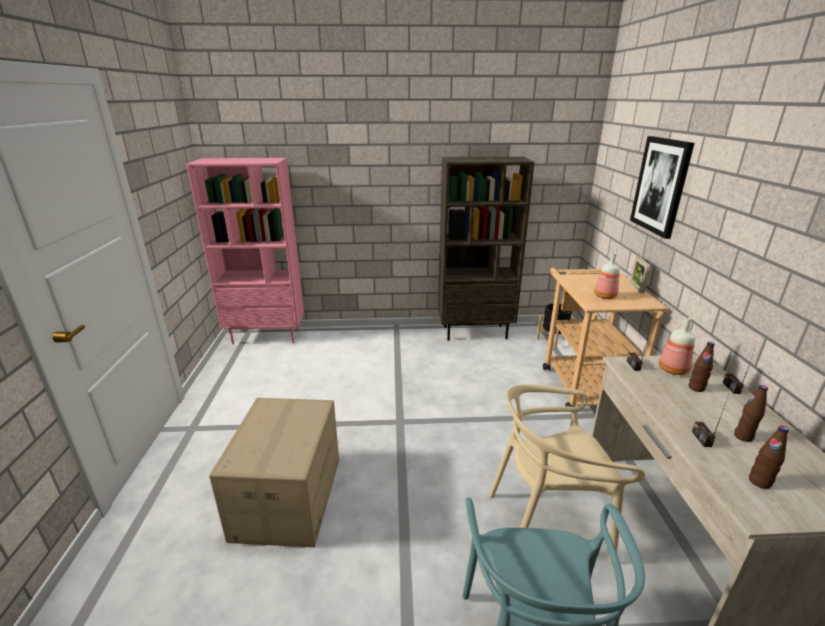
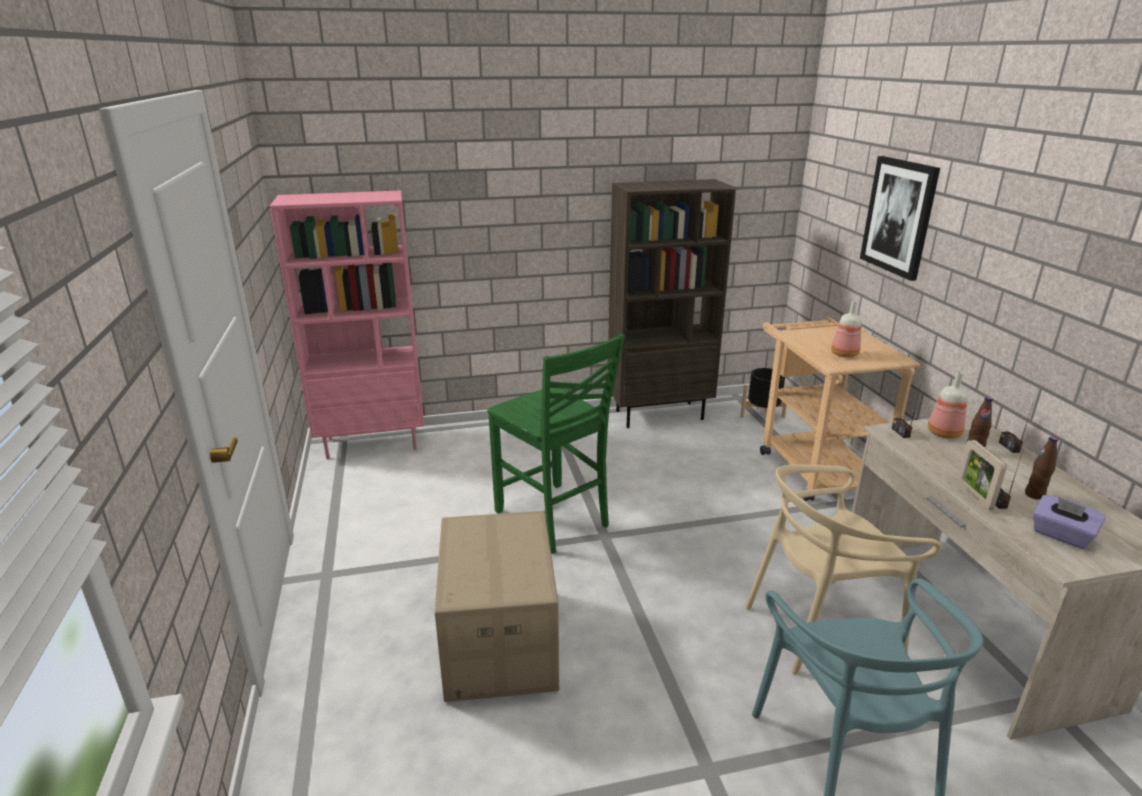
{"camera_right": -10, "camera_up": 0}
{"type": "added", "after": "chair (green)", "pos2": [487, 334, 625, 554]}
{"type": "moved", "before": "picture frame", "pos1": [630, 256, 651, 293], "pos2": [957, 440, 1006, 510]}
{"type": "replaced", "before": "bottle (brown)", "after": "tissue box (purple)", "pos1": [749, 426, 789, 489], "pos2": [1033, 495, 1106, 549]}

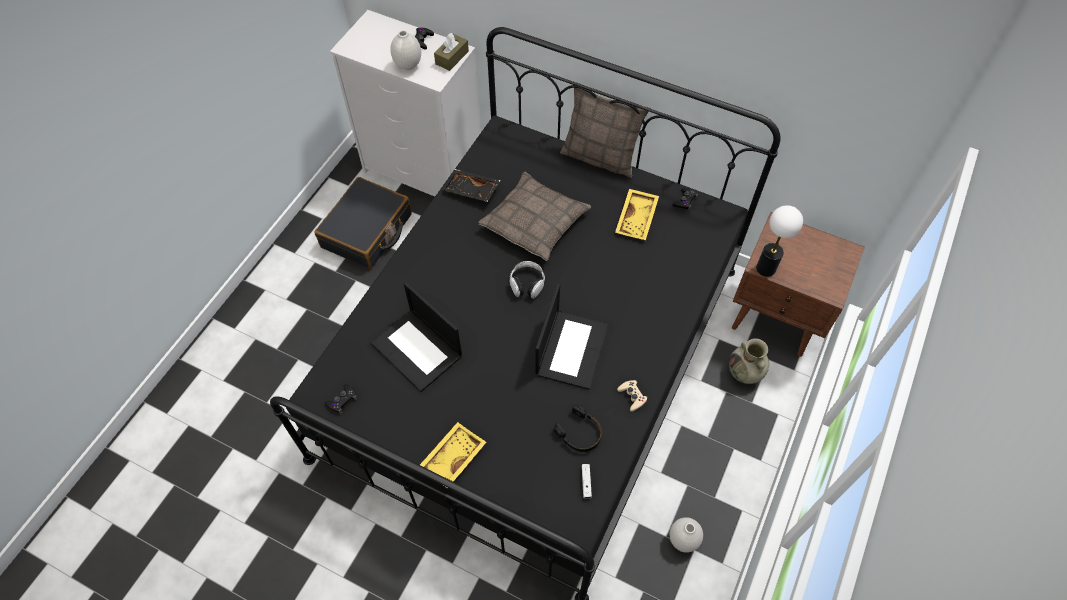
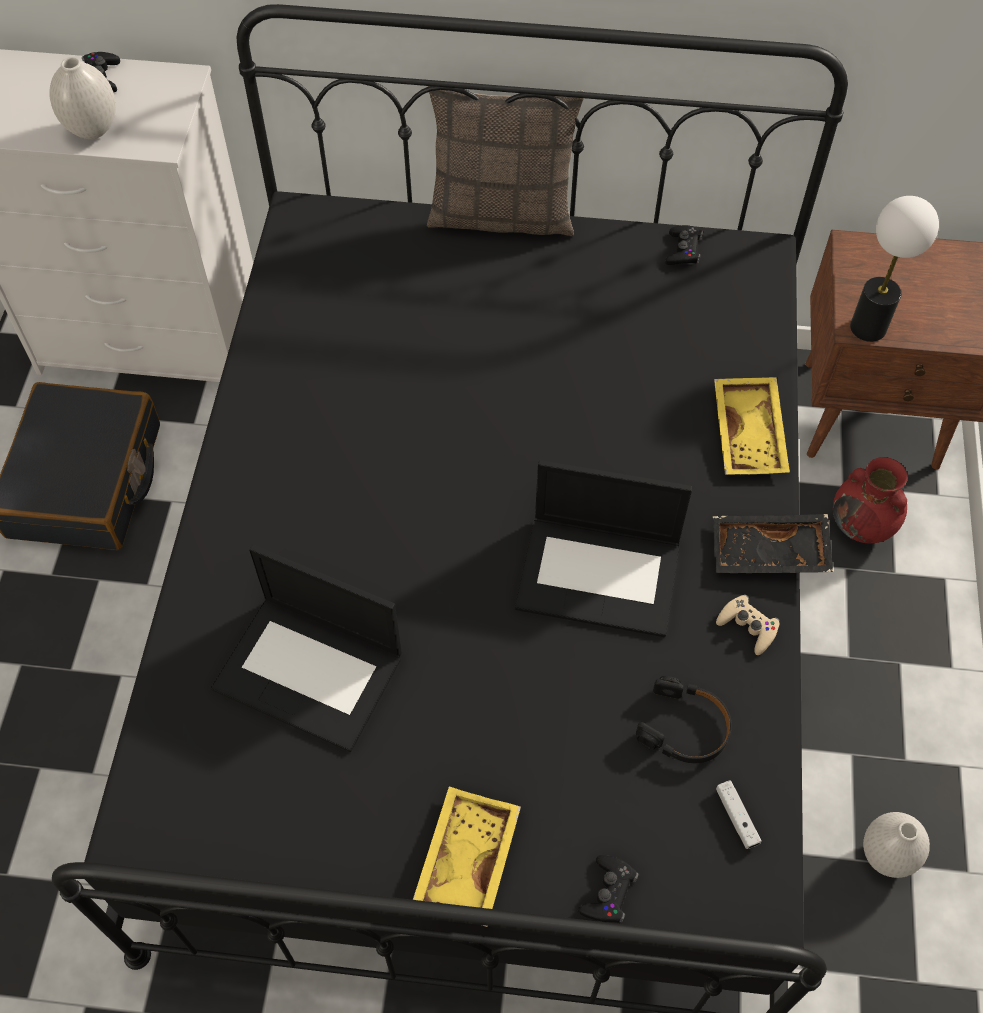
{"camera_right": -20, "camera_up": 0}
{"type": "removed", "before": "tissue box (brown)", "pos1": [434, 33, 469, 71]}
{"type": "removed", "before": "pillow", "pos1": [478, 172, 591, 261]}
{"type": "removed", "before": "headphones", "pos1": [510, 261, 545, 299]}
{"type": "moved", "before": "game controller (black)", "pos1": [325, 384, 357, 414], "pos2": [578, 855, 639, 923]}
{"type": "moved", "before": "tray (black)", "pos1": [442, 169, 501, 202], "pos2": [713, 514, 833, 573]}
{"type": "moved", "before": "tray (yellow)", "pos1": [615, 189, 659, 240], "pos2": [714, 377, 790, 475]}
{"type": "recoloured", "before": "vase (beige)", "after": "vase (red)", "pos1": [729, 338, 769, 384], "pos2": [833, 457, 908, 543]}
{"type": "turned", "before": "laptop", "pos1": [535, 284, 609, 390], "pos2": [515, 460, 692, 637], "turn": 105}

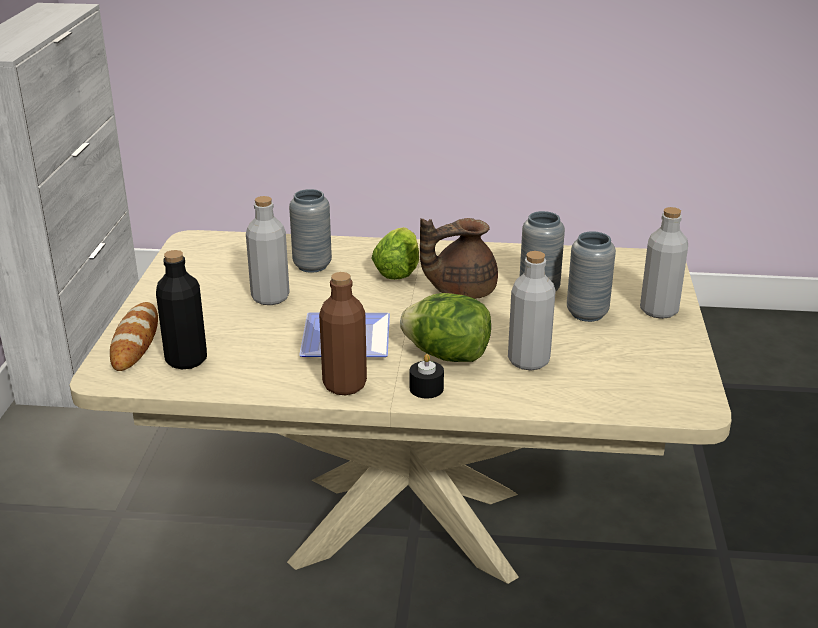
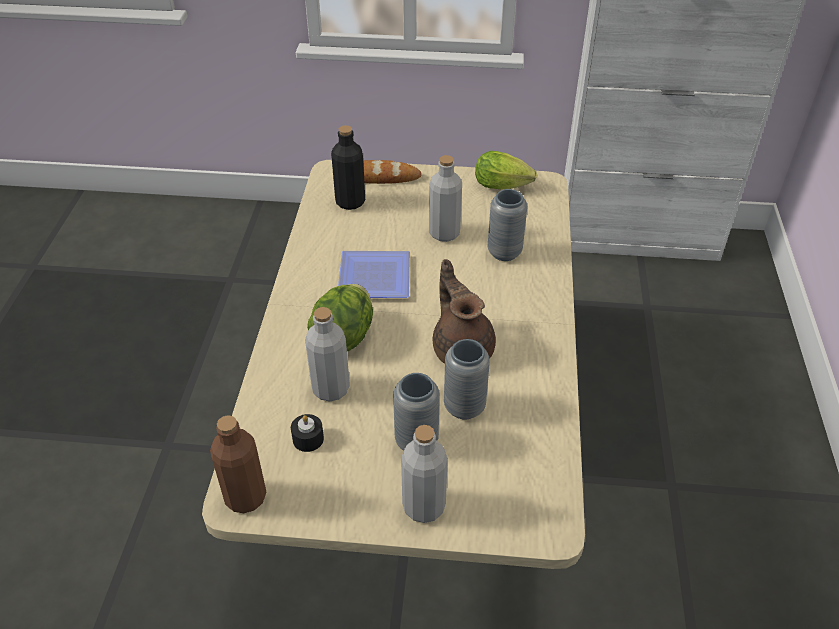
{"camera_right": 90, "camera_up": 15}
{"type": "moved", "before": "bottle (brown)", "pos1": [319, 272, 367, 395], "pos2": [210, 415, 267, 513]}
{"type": "moved", "before": "lettuce", "pos1": [371, 227, 419, 280], "pos2": [475, 151, 537, 189]}
{"type": "moved", "before": "candle (black)", "pos1": [410, 354, 444, 398], "pos2": [291, 414, 324, 452]}

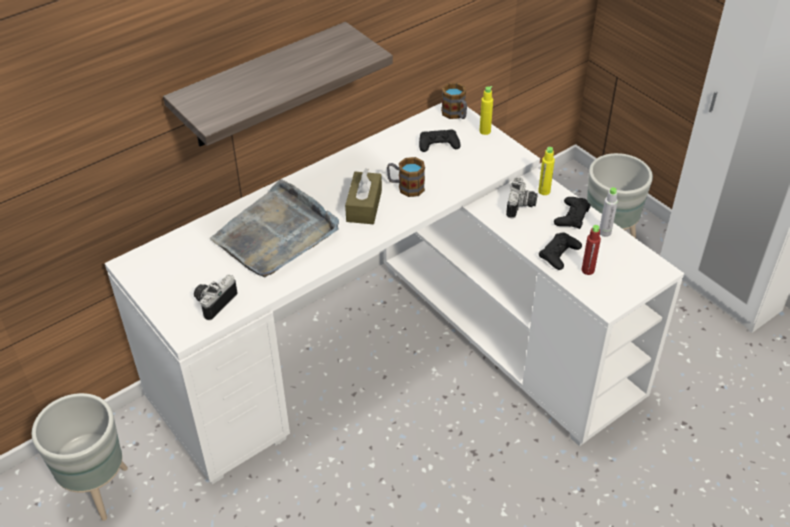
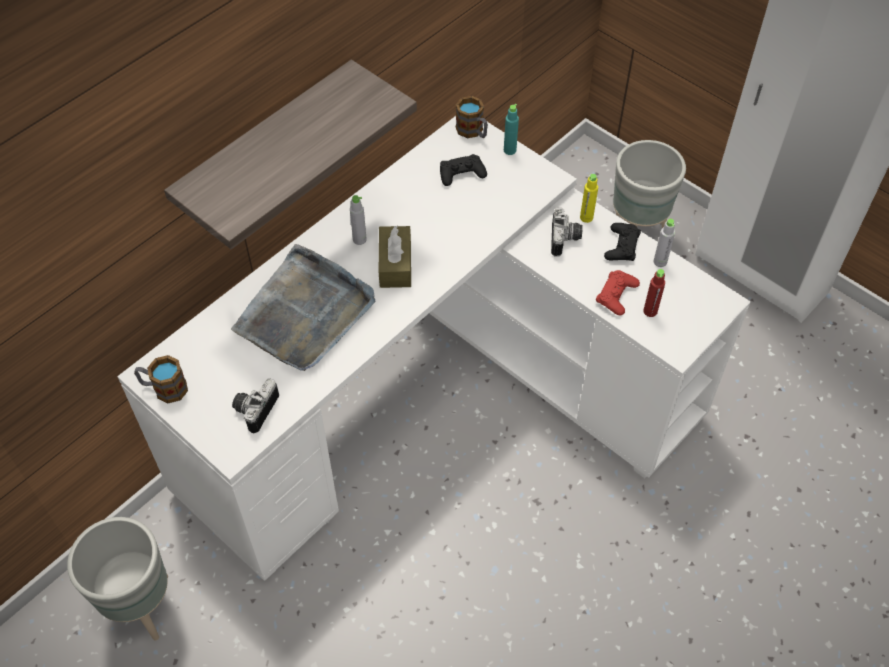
{"camera_right": -10, "camera_up": 10}
{"type": "added", "after": "bottle (grey)", "pos2": [350, 195, 367, 245]}
{"type": "moved", "before": "mug", "pos1": [387, 157, 425, 197], "pos2": [134, 355, 188, 403]}
{"type": "recoloured", "before": "bottle (yellow)", "after": "bottle (turquoise)", "pos1": [480, 86, 493, 135], "pos2": [504, 103, 519, 155]}
{"type": "recoloured", "before": "game controller (black)", "after": "game controller (red)", "pos1": [539, 233, 582, 270], "pos2": [596, 270, 640, 315]}

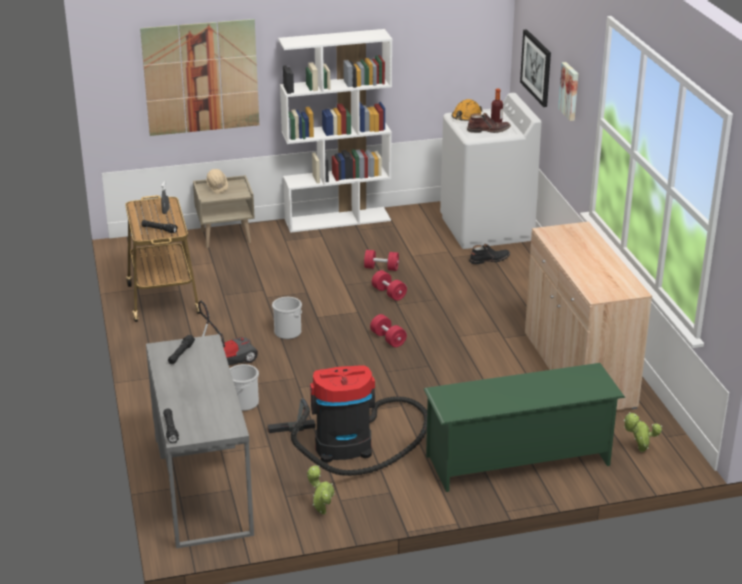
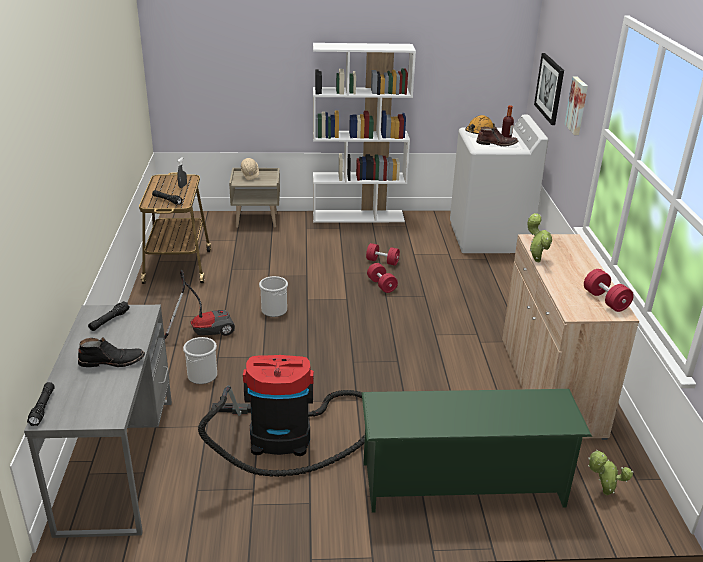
{"camera_right": 10, "camera_up": 0}
{"type": "removed", "before": "picture", "pos1": [140, 19, 259, 136]}
{"type": "moved", "before": "potted plant", "pos1": [307, 466, 334, 515], "pos2": [528, 213, 552, 262]}
{"type": "moved", "before": "dumbbell (red)", "pos1": [370, 314, 407, 347], "pos2": [584, 269, 634, 312]}
{"type": "moved", "before": "boot (black)", "pos1": [469, 244, 510, 264], "pos2": [78, 337, 145, 367]}

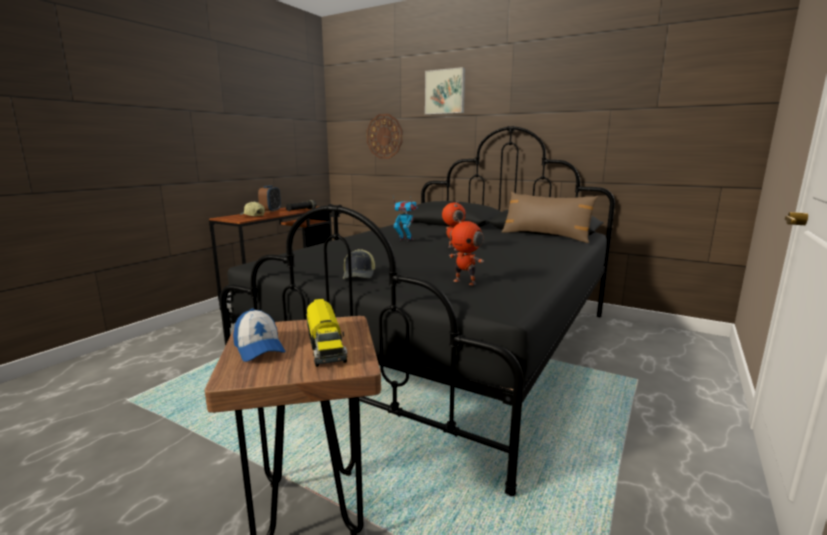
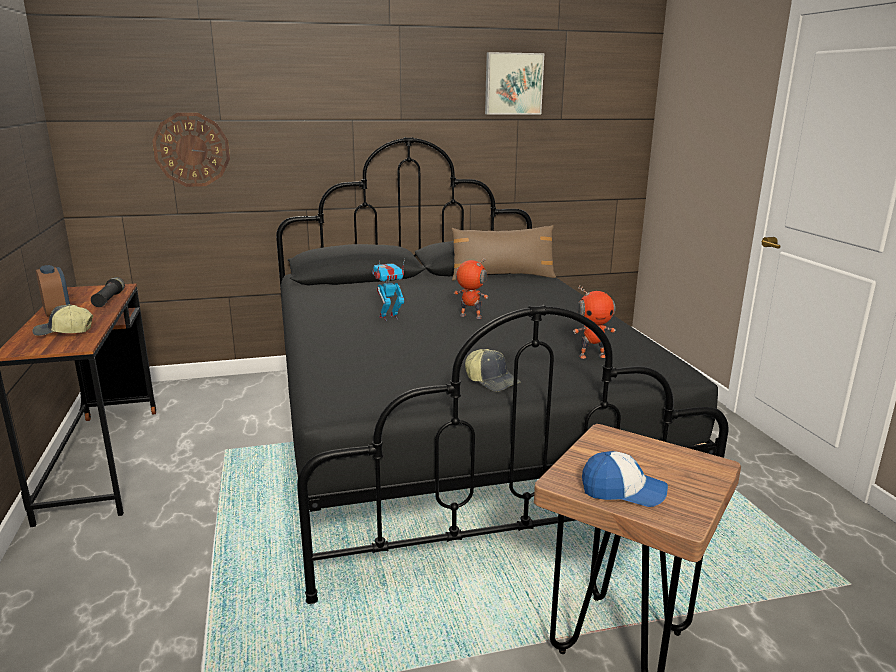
{"camera_right": -45, "camera_up": 5}
{"type": "removed", "before": "toy truck", "pos1": [306, 299, 348, 367]}
{"type": "moved", "before": "picture", "pos1": [425, 67, 465, 115], "pos2": [485, 52, 544, 114]}

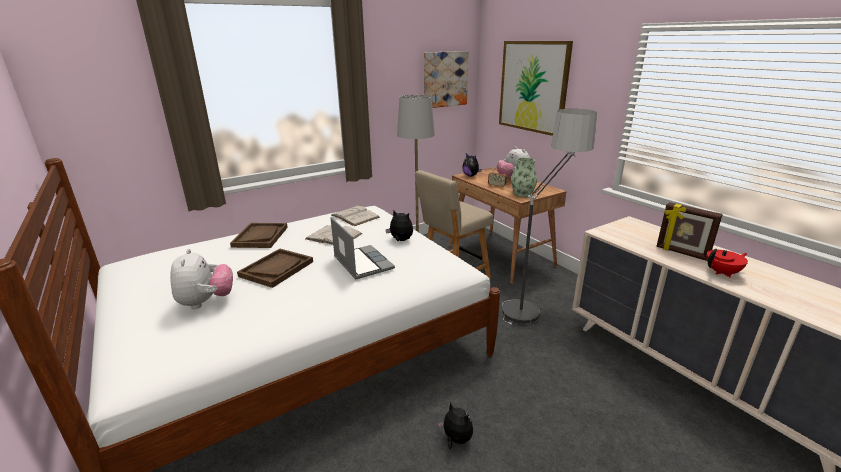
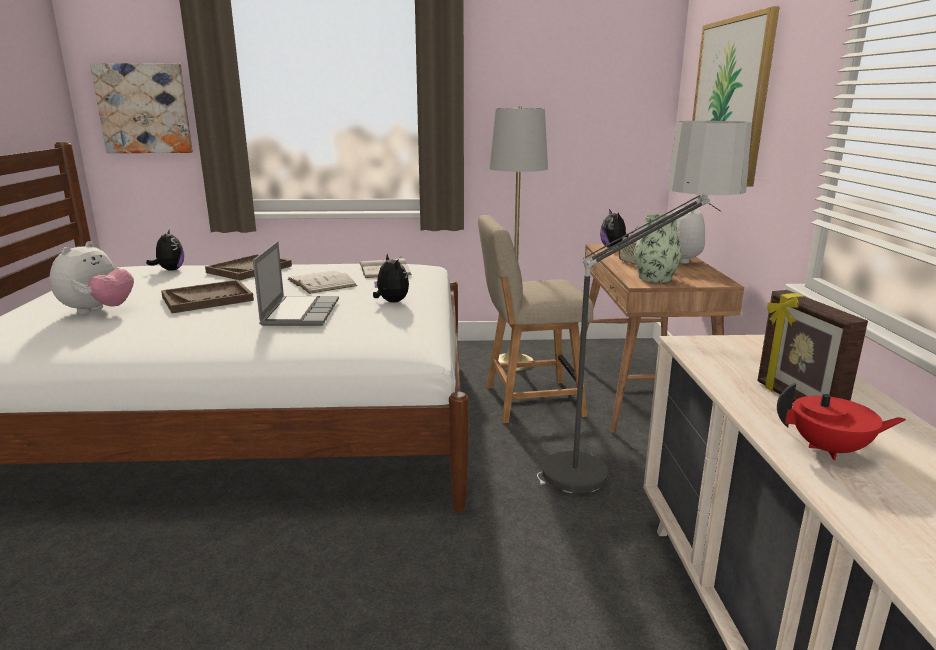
{"camera_right": 30, "camera_up": -5}
{"type": "moved", "before": "picture", "pos1": [424, 51, 469, 108], "pos2": [90, 63, 193, 153]}
{"type": "moved", "before": "plush toy", "pos1": [438, 401, 473, 449], "pos2": [146, 229, 184, 271]}

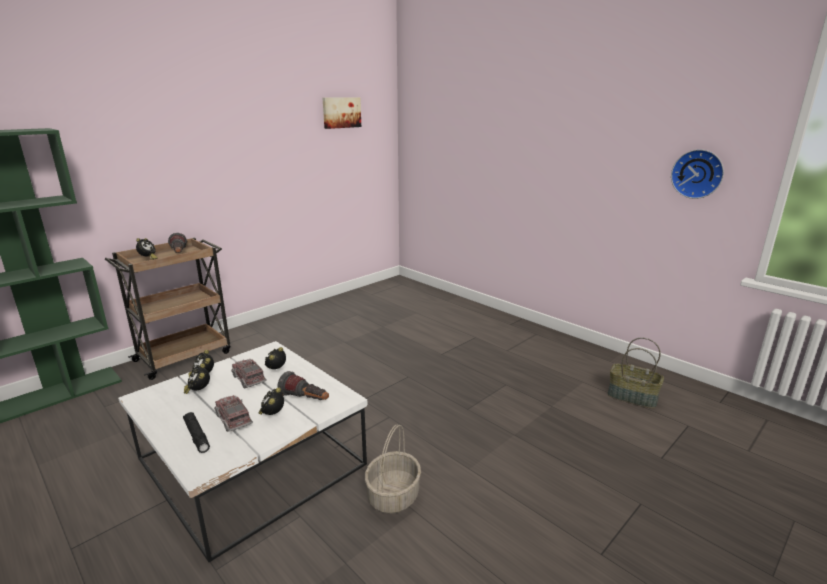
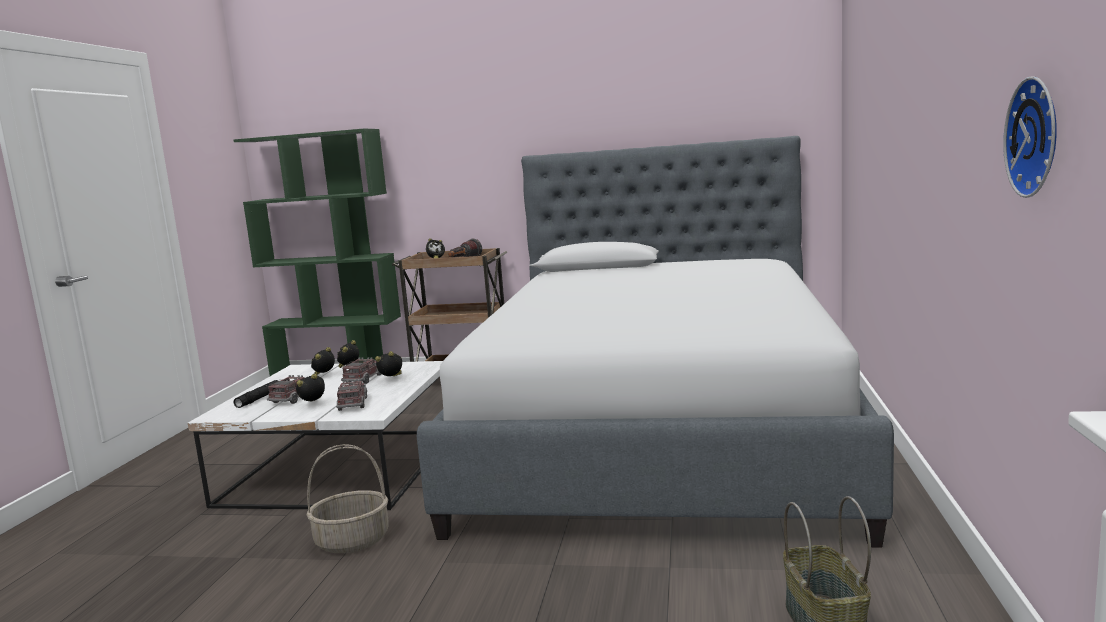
{"camera_right": 55, "camera_up": -10}
{"type": "removed", "before": "picture", "pos1": [323, 97, 361, 129]}
{"type": "added", "after": "bed", "pos2": [417, 136, 894, 548]}
{"type": "replaced", "before": "flashlight", "after": "toy truck", "pos1": [277, 371, 329, 400], "pos2": [336, 379, 367, 411]}

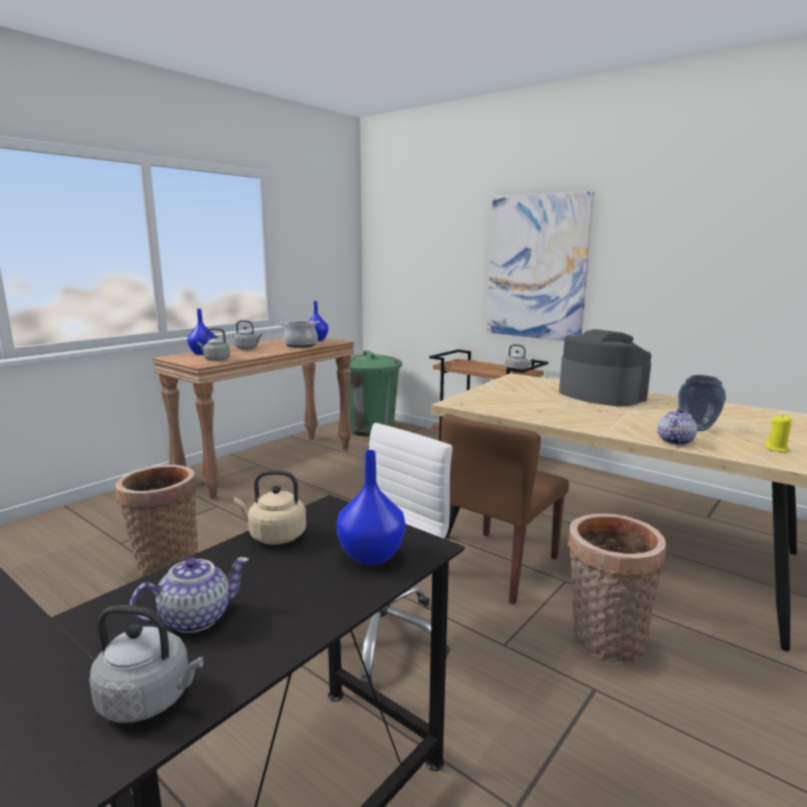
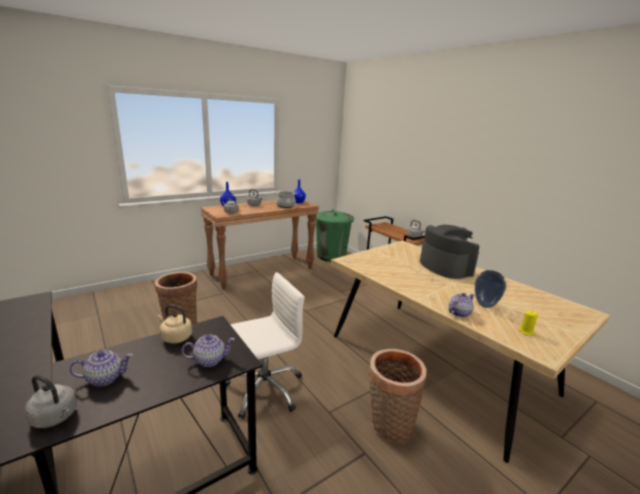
{"camera_right": 15, "camera_up": 5}
{"type": "removed", "before": "chair (brown)", "pos1": [441, 414, 569, 605]}
{"type": "removed", "before": "picture", "pos1": [487, 191, 594, 341]}
{"type": "replaced", "before": "vase (blue)", "after": "teapot", "pos1": [337, 450, 406, 565], "pos2": [182, 335, 235, 367]}

